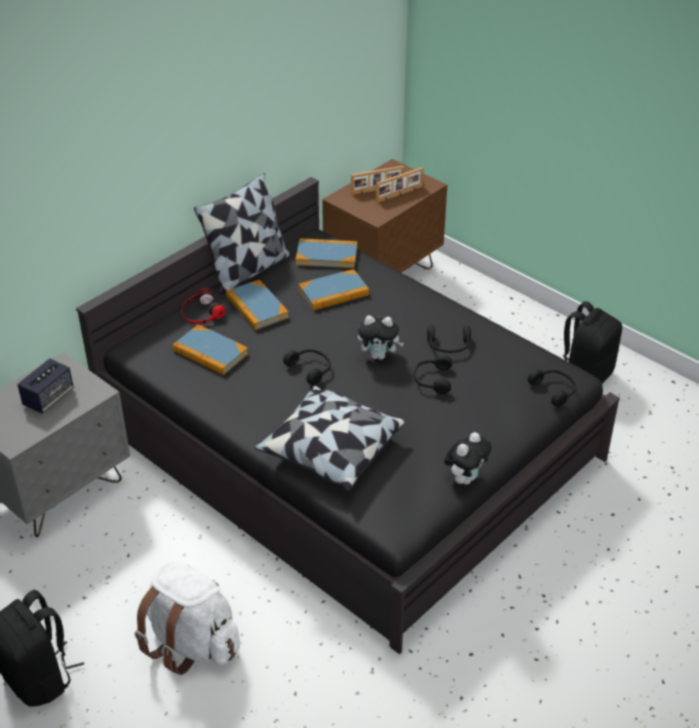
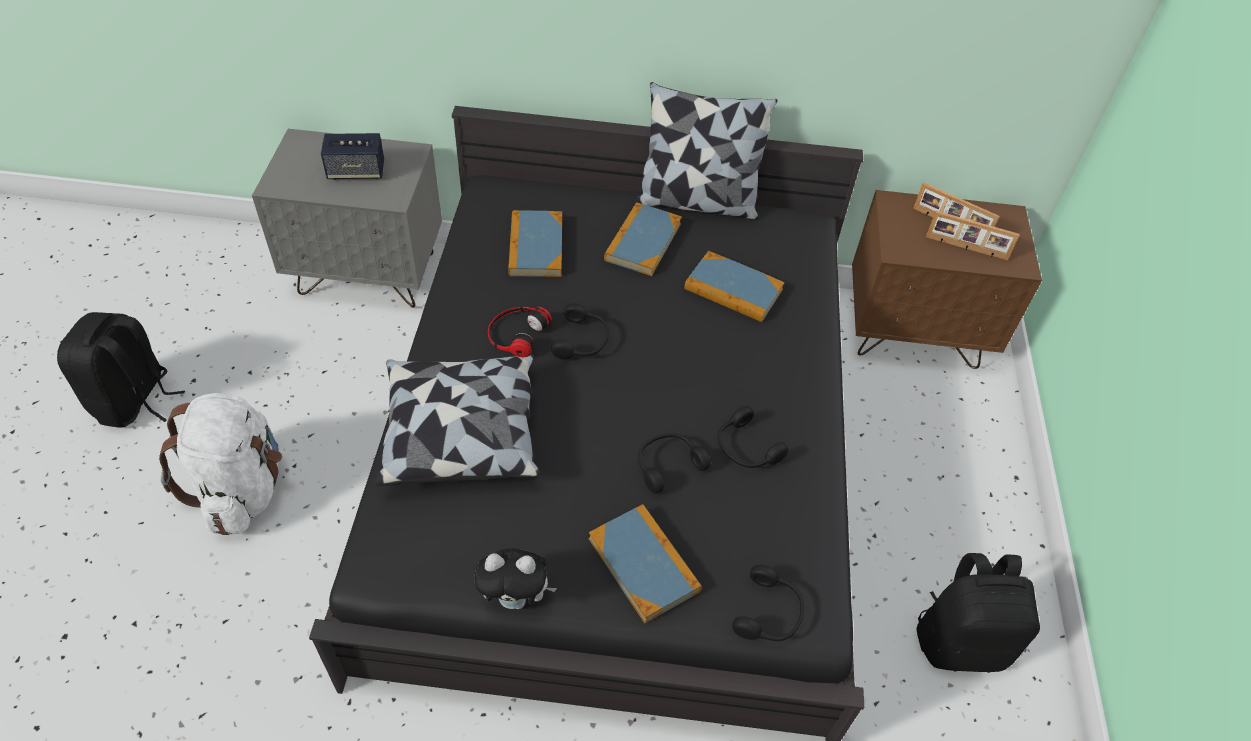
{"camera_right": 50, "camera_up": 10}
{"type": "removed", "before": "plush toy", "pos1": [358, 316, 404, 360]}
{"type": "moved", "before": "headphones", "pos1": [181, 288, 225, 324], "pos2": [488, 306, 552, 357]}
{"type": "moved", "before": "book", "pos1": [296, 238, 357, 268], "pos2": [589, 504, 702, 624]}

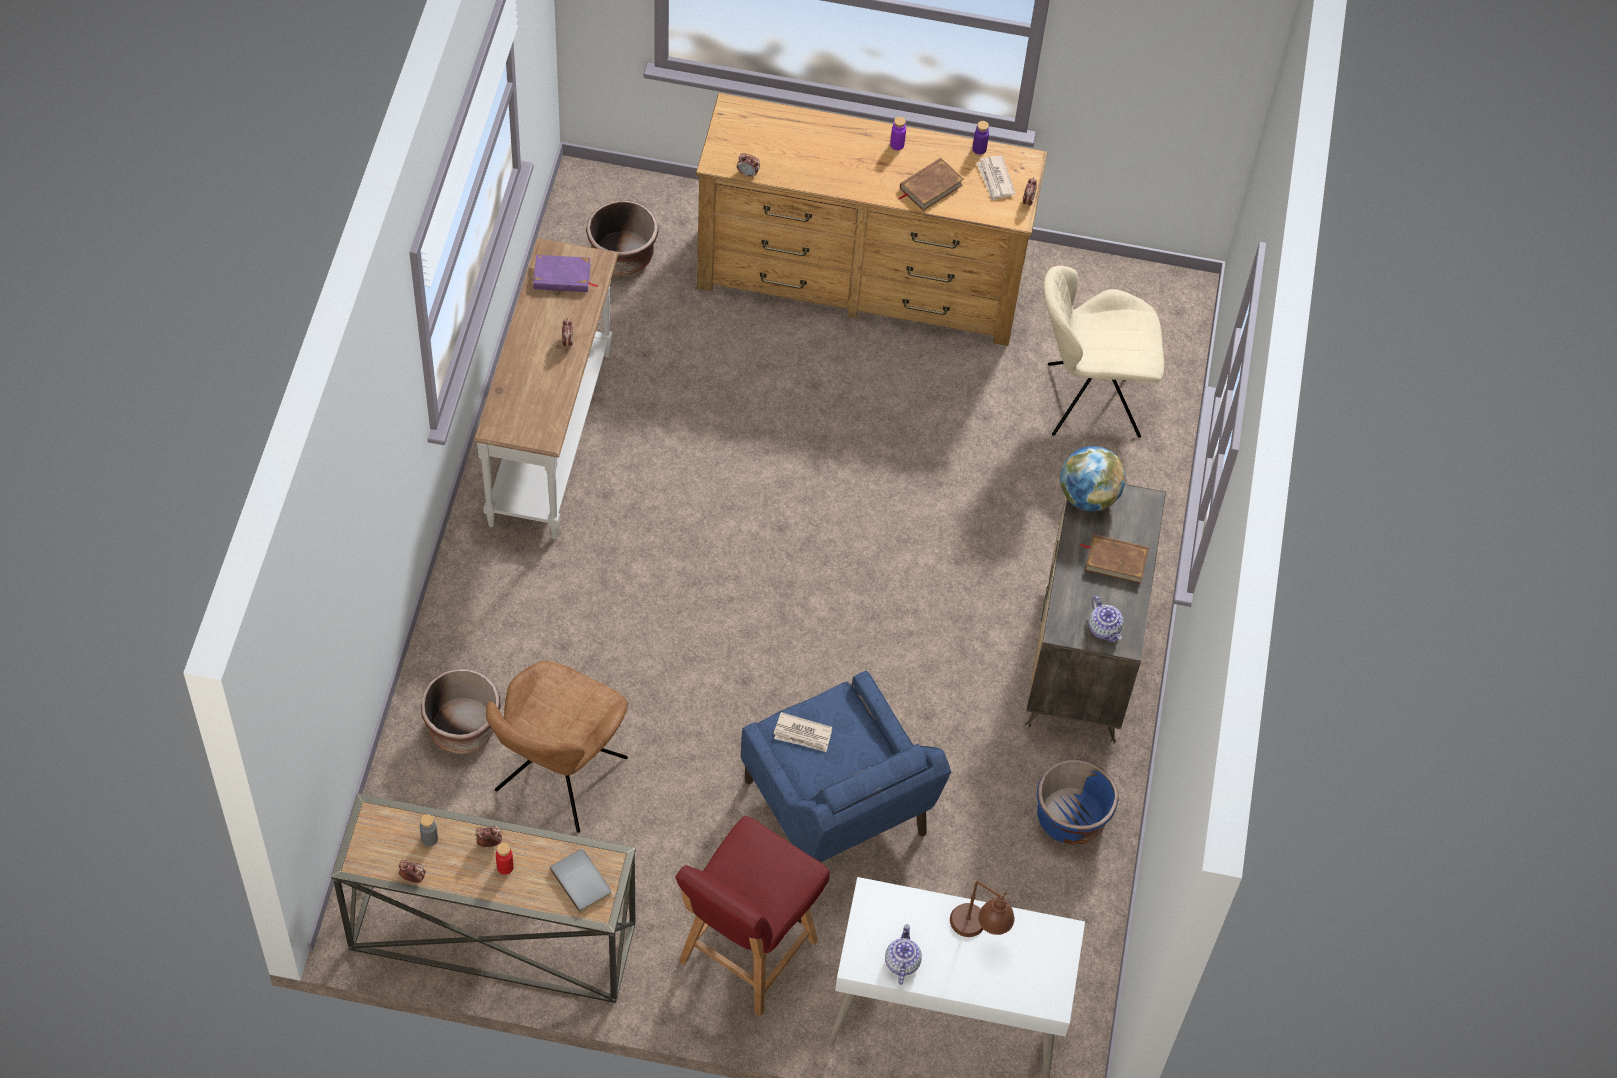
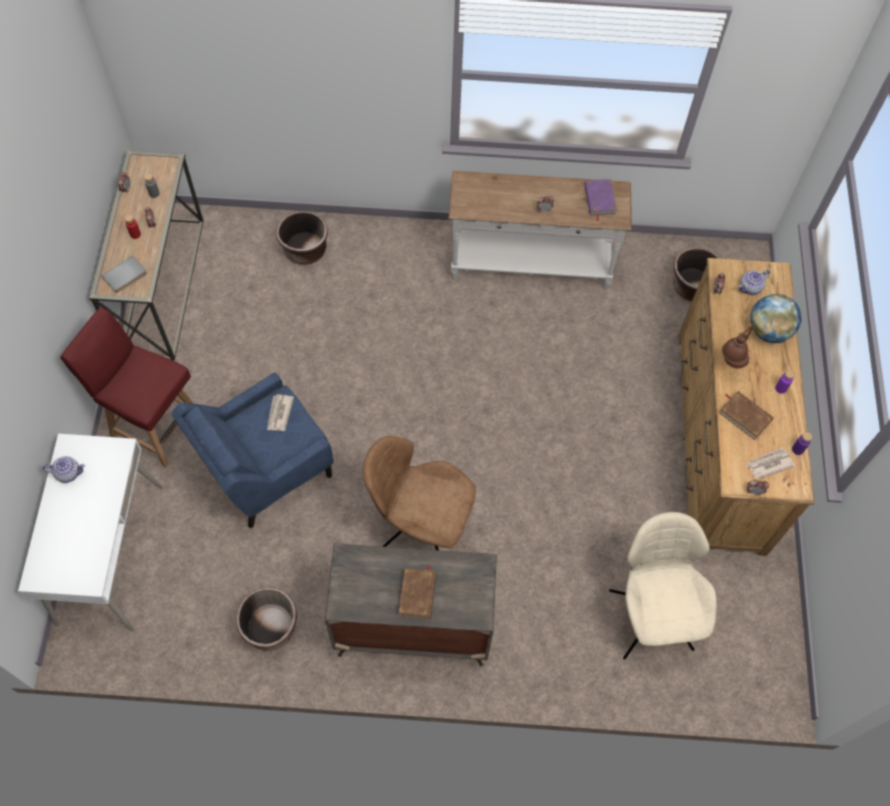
{"camera_right": 85, "camera_up": 5}
{"type": "moved", "before": "chair (brown)", "pos1": [486, 661, 628, 833], "pos2": [363, 436, 476, 550]}
{"type": "moved", "before": "table lamp (brown)", "pos1": [950, 881, 1016, 937], "pos2": [722, 324, 754, 368]}
{"type": "moved", "before": "globe", "pos1": [1060, 446, 1126, 511], "pos2": [750, 294, 802, 343]}
{"type": "moved", "before": "teapot", "pos1": [1089, 596, 1123, 642], "pos2": [739, 269, 770, 295]}
{"type": "recoloured", "before": "planter (blue)", "after": "planter (brown)", "pos1": [1037, 759, 1119, 845], "pos2": [237, 588, 297, 651]}

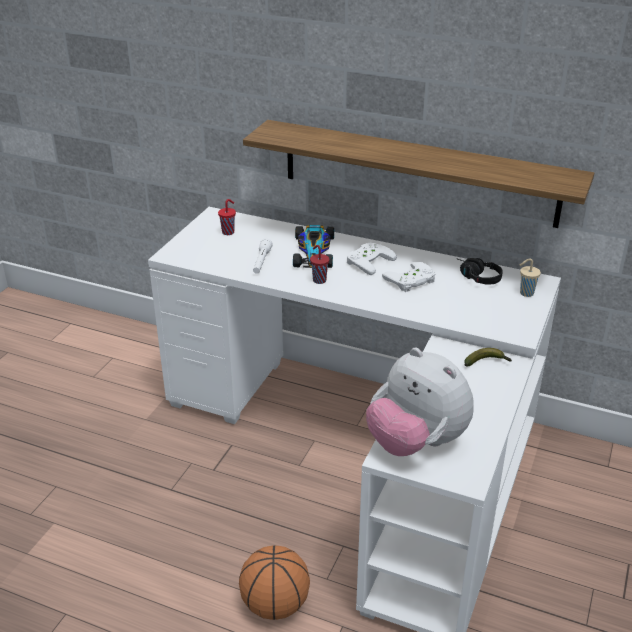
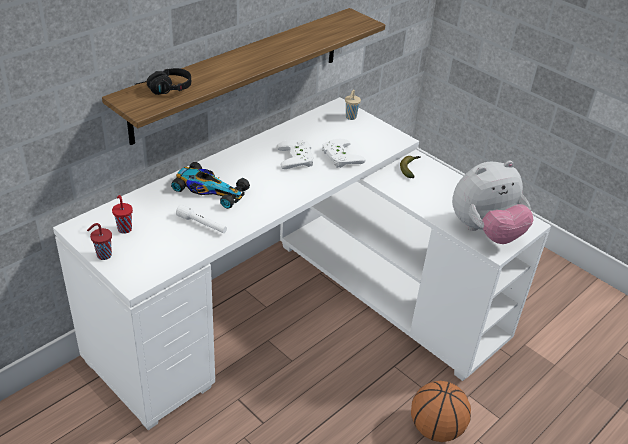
{"camera_right": -70, "camera_up": 5}
{"type": "moved", "before": "cup (red)", "pos1": [310, 245, 329, 284], "pos2": [87, 223, 112, 260]}
{"type": "moved", "before": "game controller (white)", "pos1": [347, 242, 397, 275], "pos2": [322, 139, 366, 168]}
{"type": "moved", "before": "headphones (black)", "pos1": [458, 258, 503, 285], "pos2": [136, 68, 191, 95]}

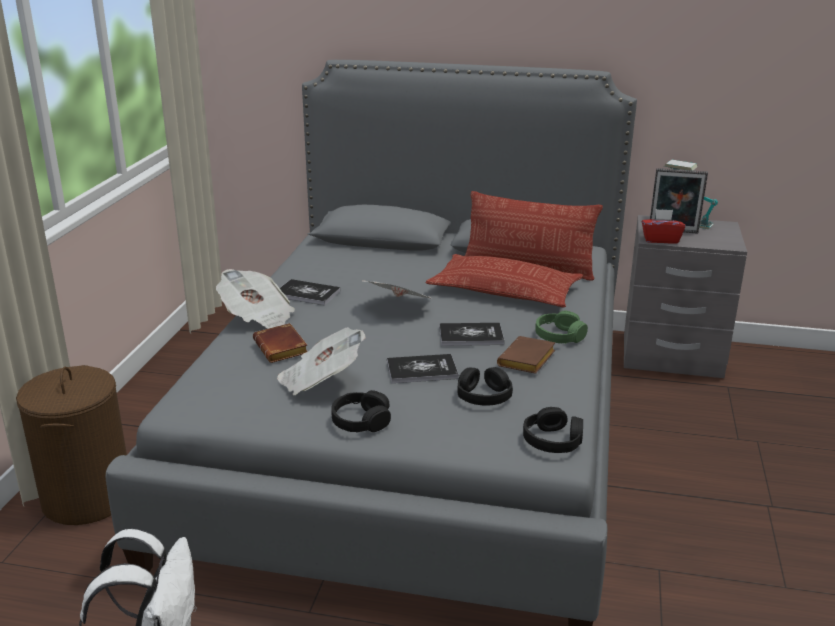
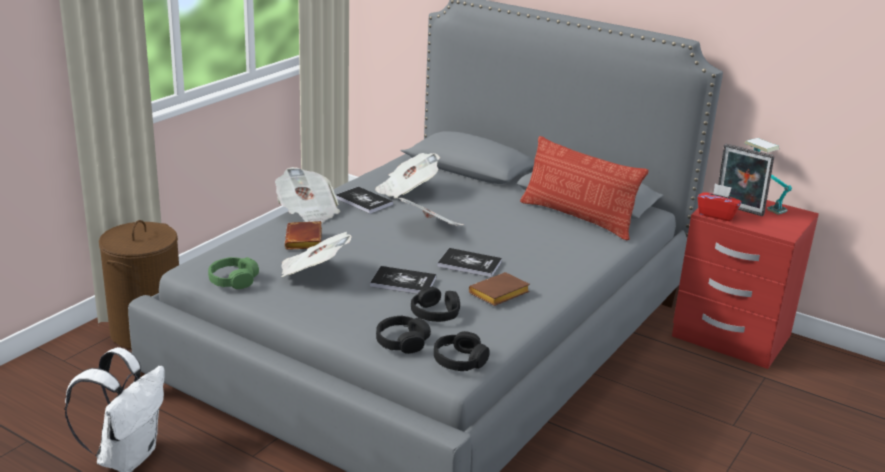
{"camera_right": 20, "camera_up": 0}
{"type": "removed", "before": "pillow", "pos1": [426, 254, 583, 307]}
{"type": "added", "after": "newspaper", "pos2": [375, 153, 440, 198]}
{"type": "moved", "before": "headphones (black)", "pos1": [331, 390, 391, 433], "pos2": [376, 316, 431, 354]}
{"type": "moved", "before": "headphones (green)", "pos1": [535, 311, 588, 344], "pos2": [208, 257, 259, 289]}
{"type": "recoloured", "before": "nightstand (grey)", "after": "nightstand (red)", "pos1": [624, 215, 747, 378], "pos2": [672, 200, 819, 369]}

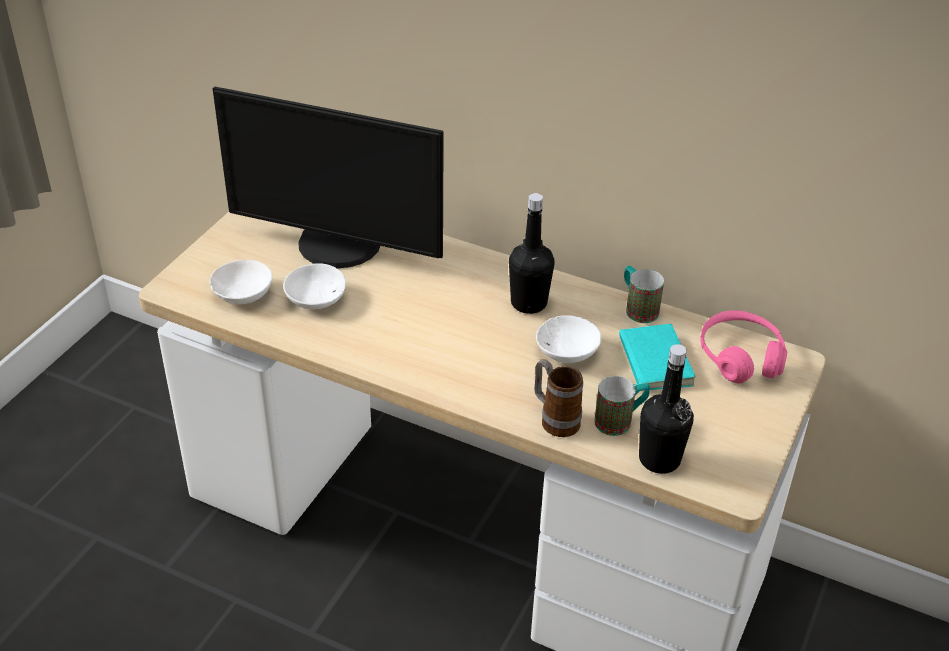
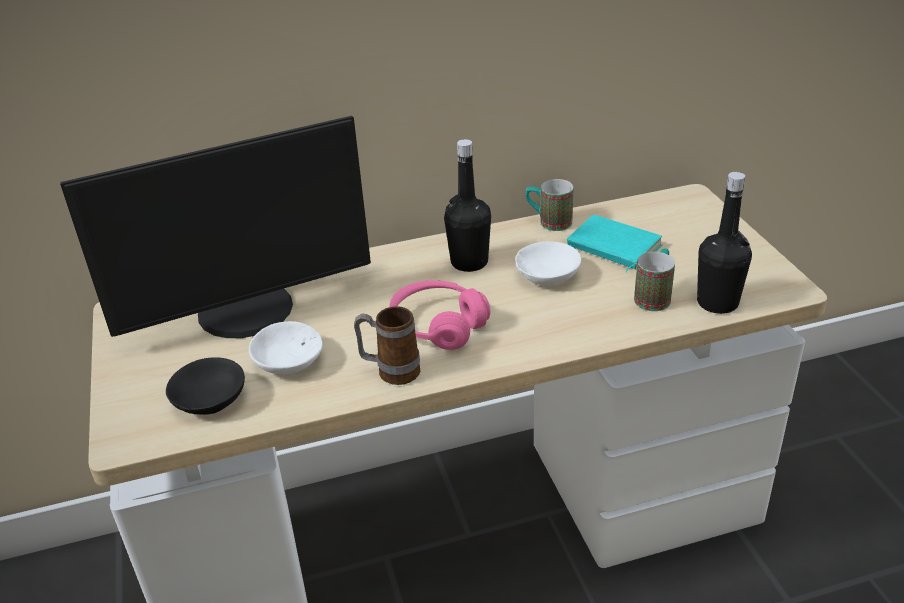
{"camera_right": -40, "camera_up": -5}
{"type": "moved", "before": "mug", "pos1": [534, 359, 583, 437], "pos2": [354, 306, 420, 385]}
{"type": "moved", "before": "headphones (pink)", "pos1": [701, 310, 788, 383], "pos2": [389, 280, 491, 350]}
{"type": "recoloured", "before": "bowl (white)", "after": "bowl (black)", "pos1": [209, 260, 272, 305], "pos2": [166, 357, 245, 415]}

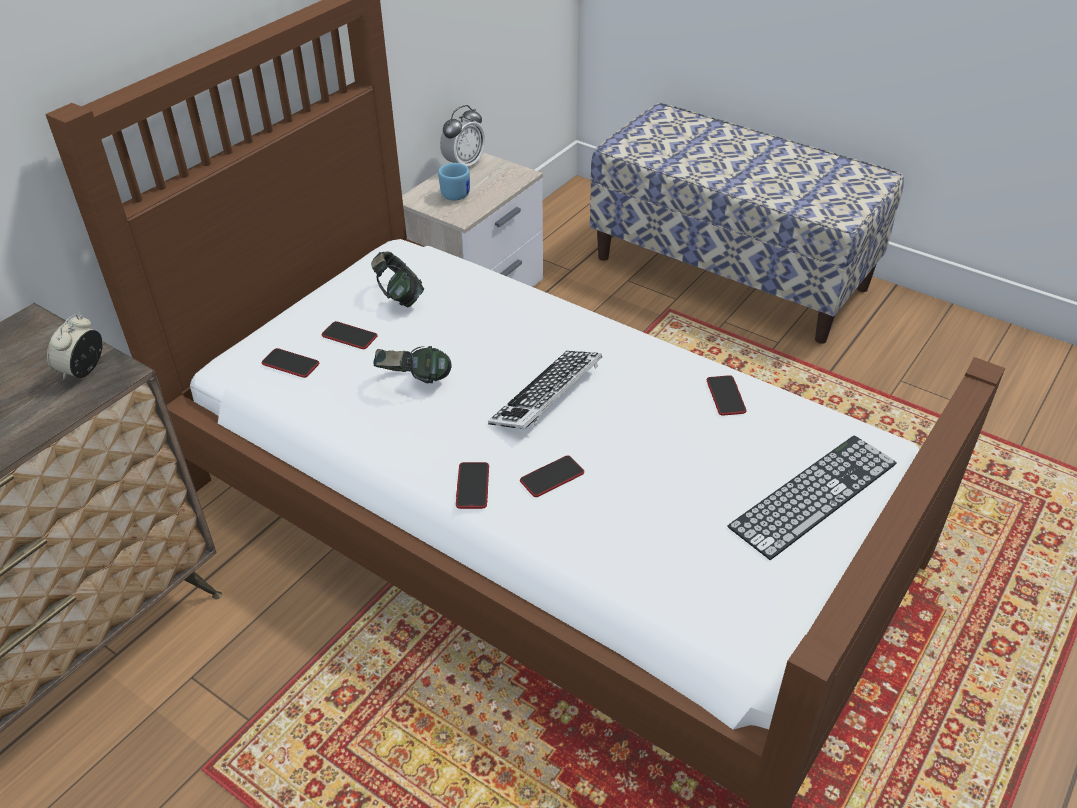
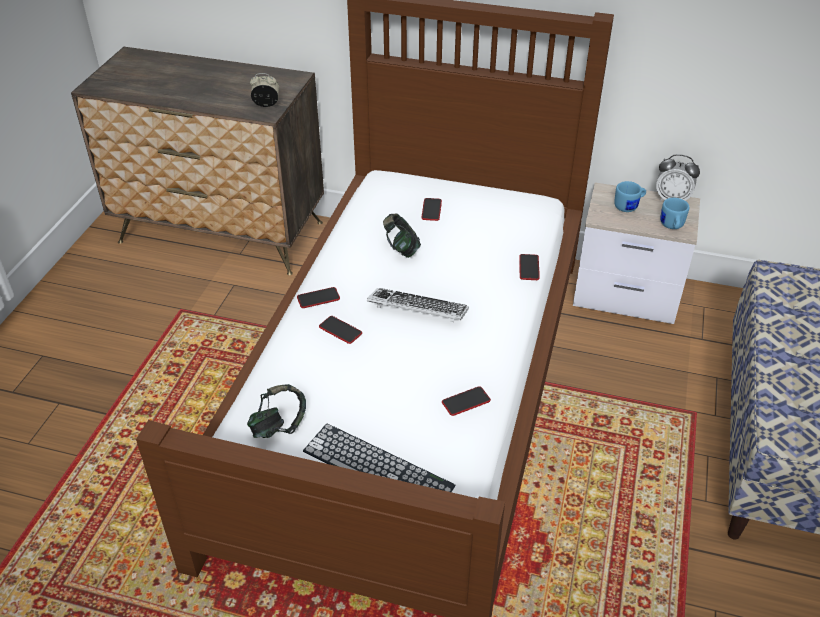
{"camera_right": 70, "camera_up": 0}
{"type": "added", "after": "mug (blue)", "pos2": [660, 198, 689, 229]}
{"type": "moved", "before": "phone", "pos1": [262, 348, 319, 378], "pos2": [519, 254, 540, 280]}
{"type": "moved", "before": "headphones", "pos1": [371, 251, 424, 307], "pos2": [247, 384, 306, 438]}

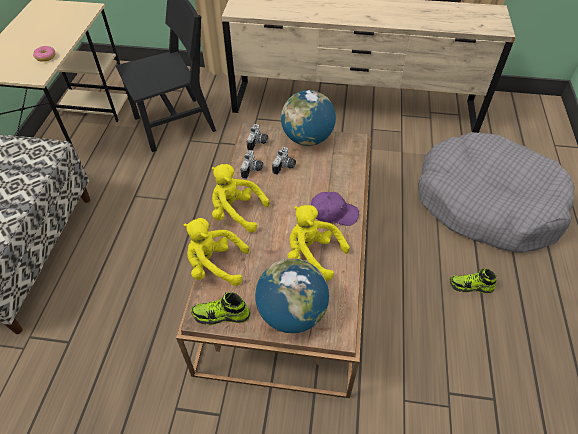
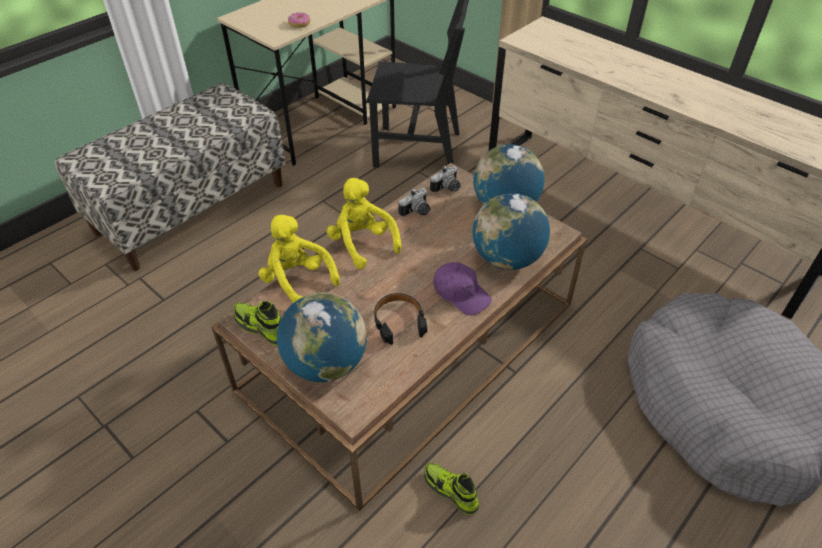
{"camera_right": 35, "camera_up": -5}
{"type": "removed", "before": "photo camera", "pos1": [272, 147, 296, 175]}
{"type": "added", "after": "globe", "pos2": [473, 193, 550, 270]}
{"type": "moved", "before": "shoe", "pos1": [450, 268, 497, 293], "pos2": [425, 463, 479, 515]}
{"type": "replaced", "before": "plush toy (yellow)", "after": "headphones (black)", "pos1": [288, 205, 350, 280], "pos2": [374, 293, 427, 345]}

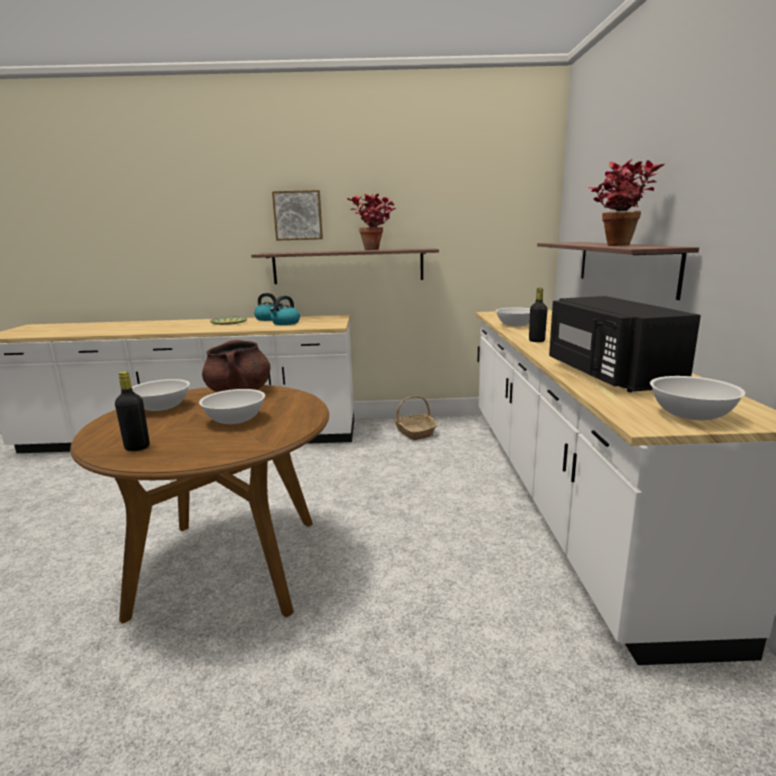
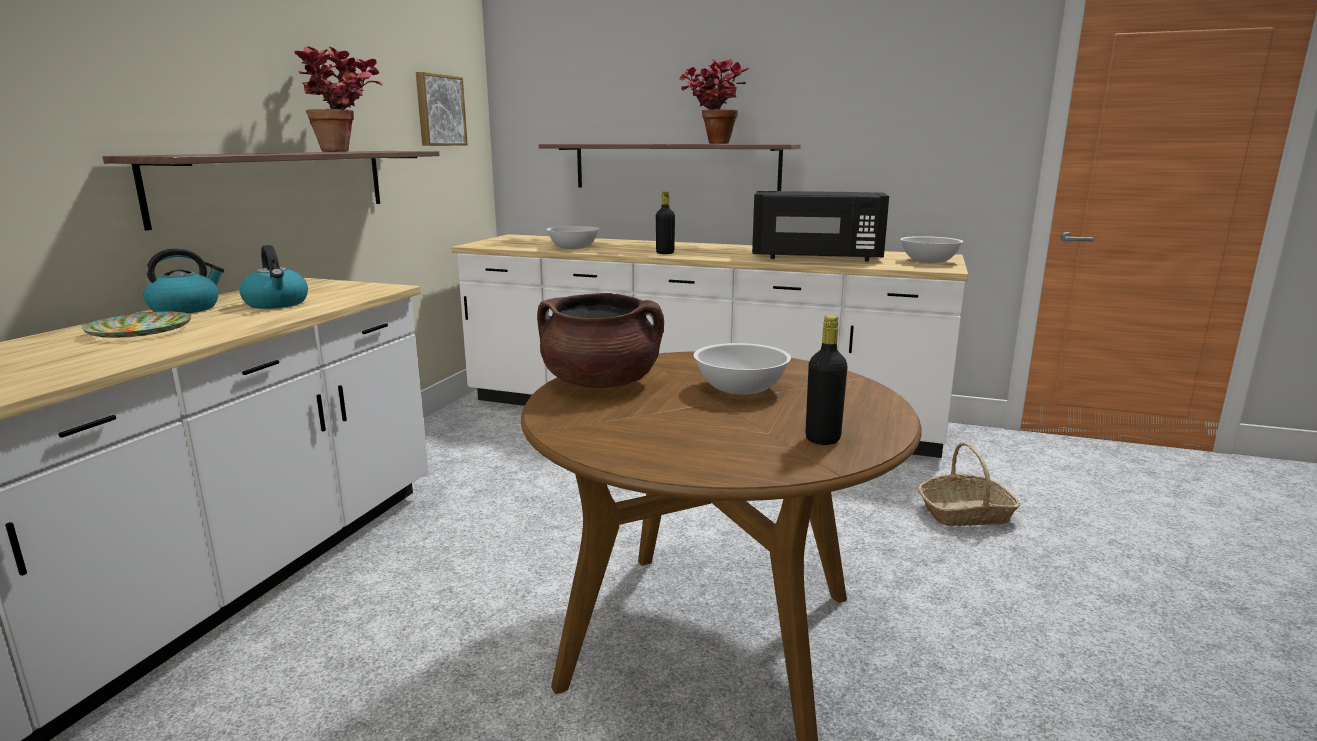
{"camera_right": -70, "camera_up": 0}
{"type": "removed", "before": "bowl (white)", "pos1": [132, 379, 190, 411]}
{"type": "moved", "before": "picture", "pos1": [272, 190, 323, 241], "pos2": [416, 72, 468, 146]}
{"type": "moved", "before": "basket", "pos1": [394, 396, 437, 440], "pos2": [917, 442, 1020, 526]}

